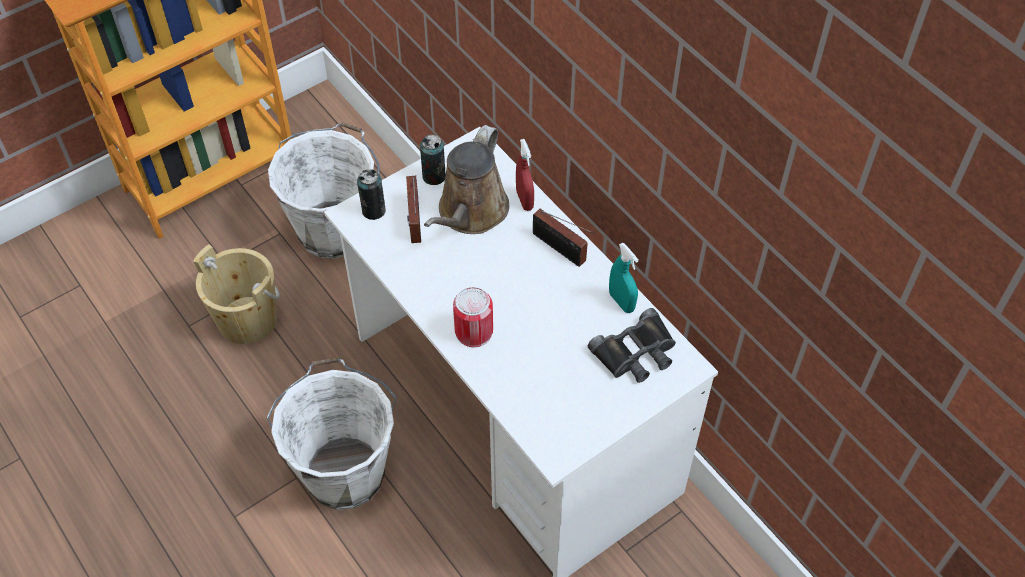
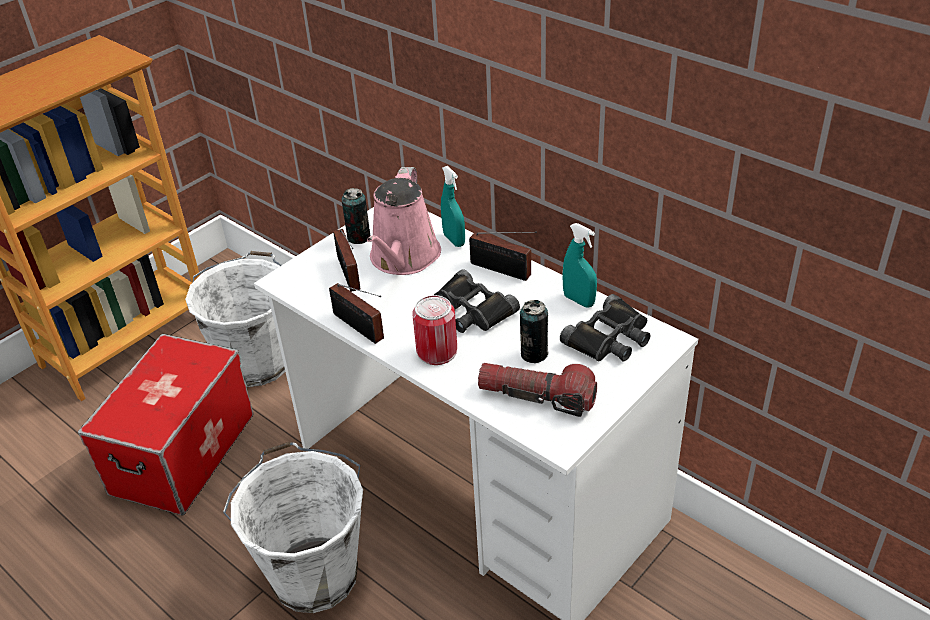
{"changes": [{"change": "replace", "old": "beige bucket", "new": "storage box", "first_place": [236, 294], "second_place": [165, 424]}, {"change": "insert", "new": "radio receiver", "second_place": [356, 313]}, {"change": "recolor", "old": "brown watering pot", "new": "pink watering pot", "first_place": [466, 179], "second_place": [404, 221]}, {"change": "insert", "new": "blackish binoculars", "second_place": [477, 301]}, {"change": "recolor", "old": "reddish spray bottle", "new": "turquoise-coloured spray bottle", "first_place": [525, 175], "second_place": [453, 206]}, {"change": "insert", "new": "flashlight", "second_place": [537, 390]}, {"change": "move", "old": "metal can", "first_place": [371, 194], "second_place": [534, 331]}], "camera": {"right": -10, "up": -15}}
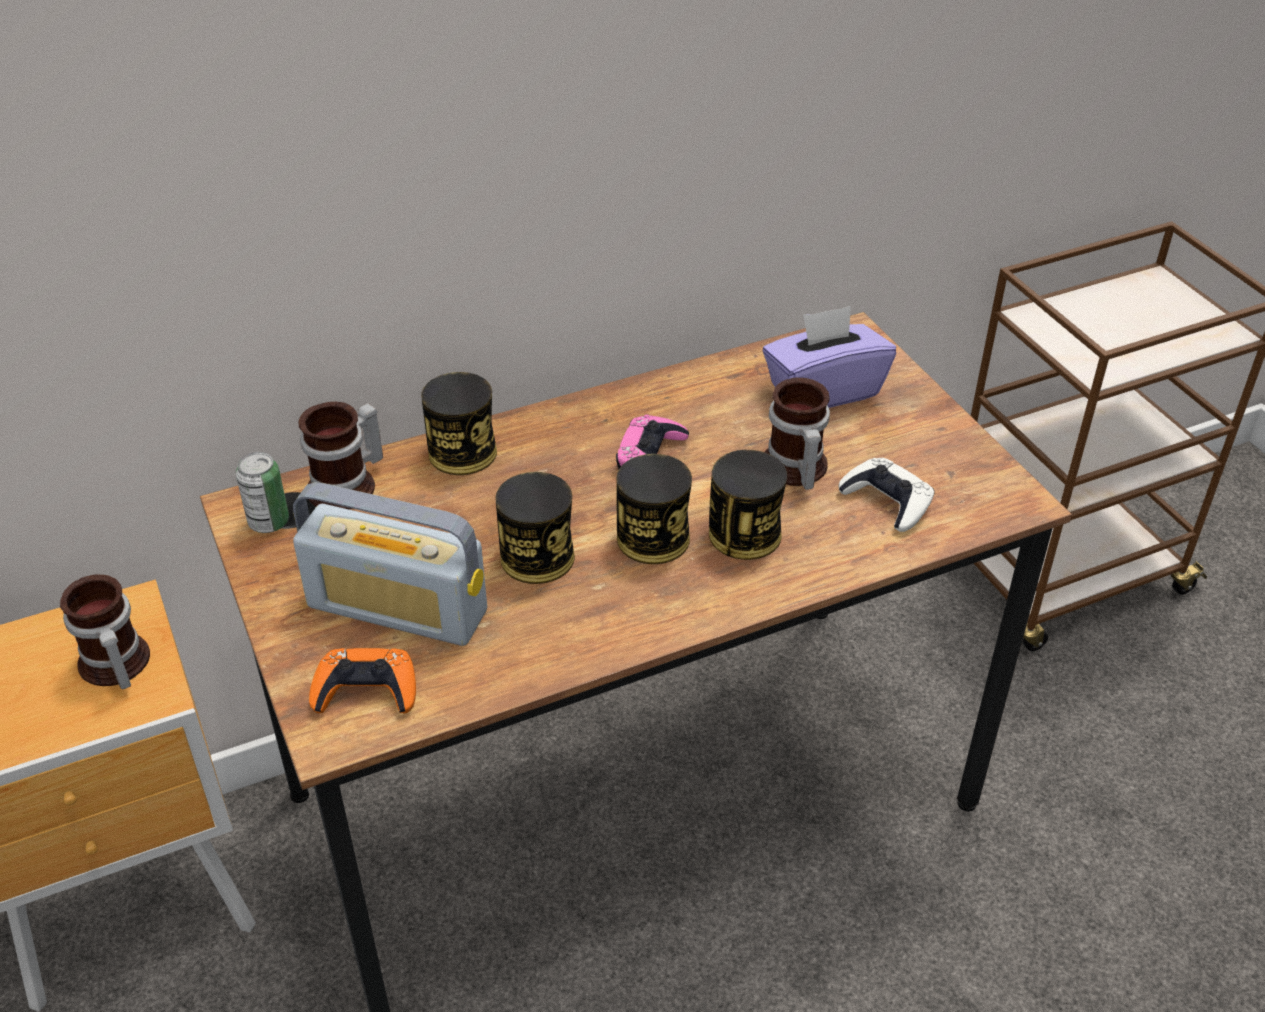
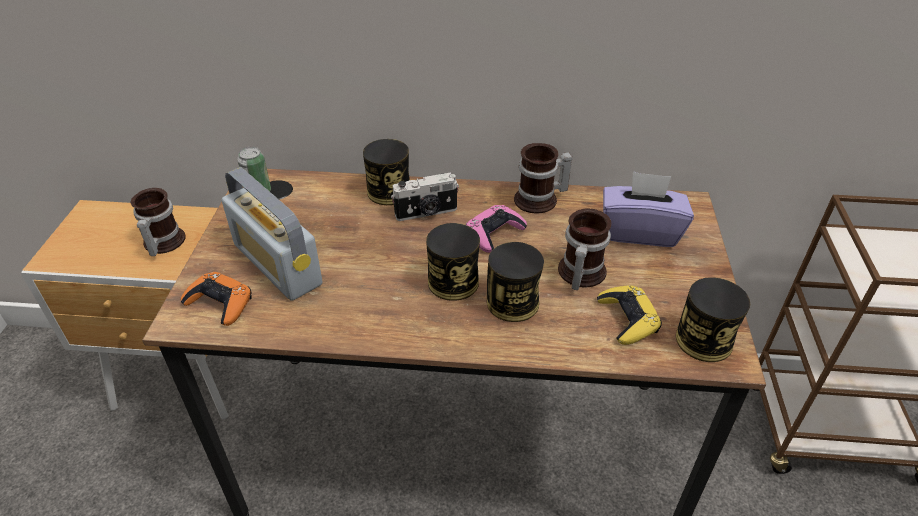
{"changes": [{"change": "insert", "new": "photo camera", "second_place": [425, 197]}, {"change": "move", "old": "coffee mug", "first_place": [341, 456], "second_place": [543, 178]}, {"change": "recolor", "old": "white joypad", "new": "yellow joypad", "first_place": [887, 495], "second_place": [629, 315]}, {"change": "move", "old": "metal can", "first_place": [535, 528], "second_place": [713, 319]}], "camera": {"right": 30, "up": 0}}
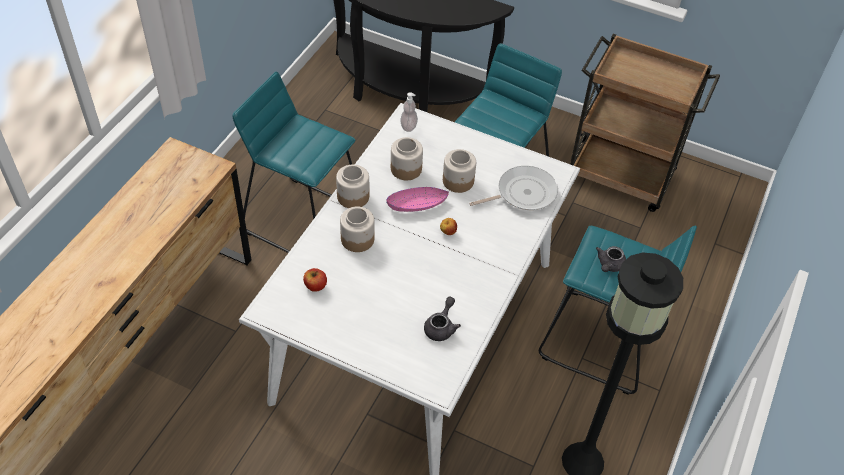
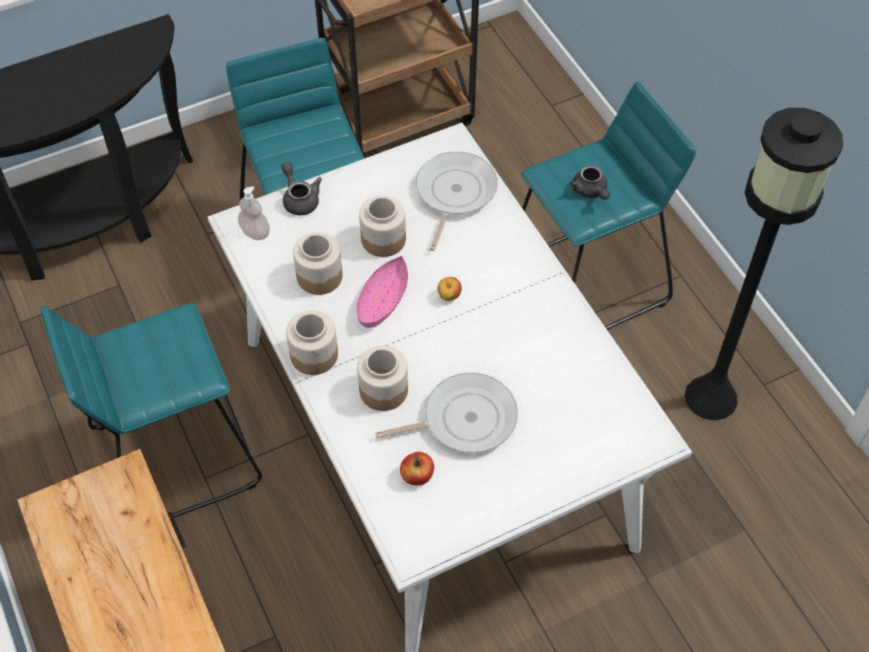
{"changes": [{"change": "move", "old": "greyish pot for tea", "first_place": [442, 318], "second_place": [301, 188]}, {"change": "insert", "new": "skillet", "second_place": [446, 413]}], "camera": {"right": -50, "up": 5}}
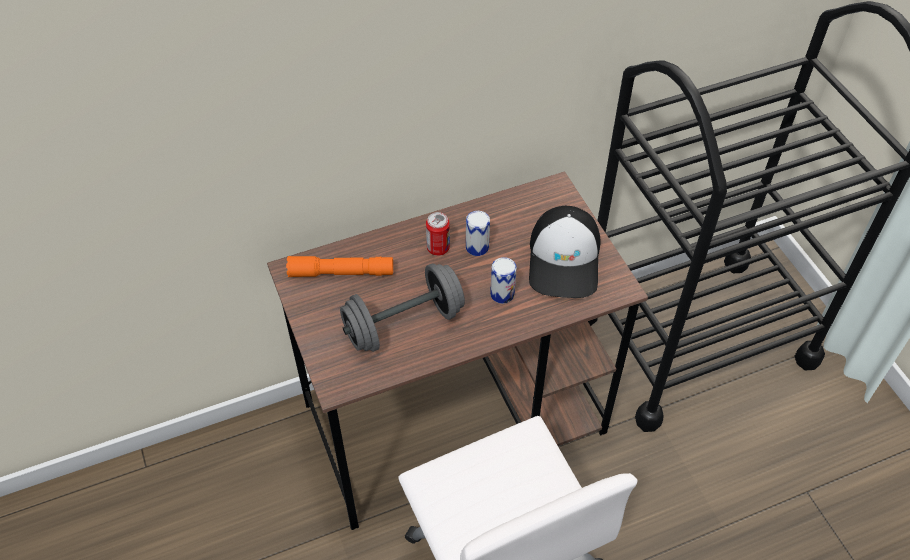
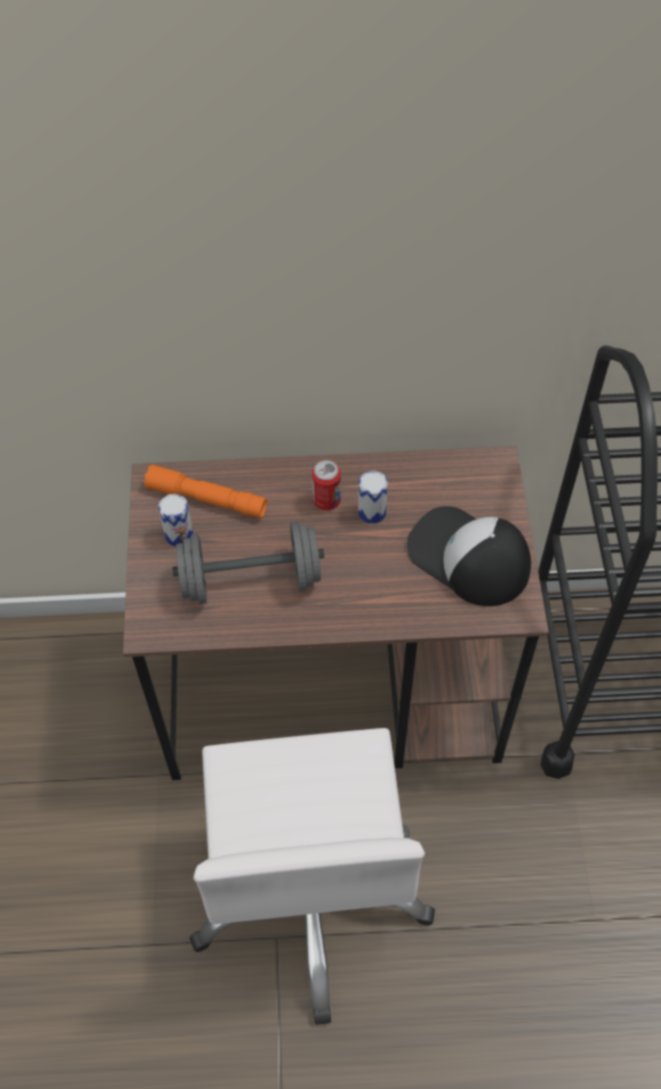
{"changes": [{"change": "move", "old": "metal can", "first_place": [503, 280], "second_place": [175, 520]}, {"change": "rotate", "old": "peaked cap", "first_place": [565, 252], "second_place": [469, 556], "degrees": 105}], "camera": {"right": 20, "up": 5}}
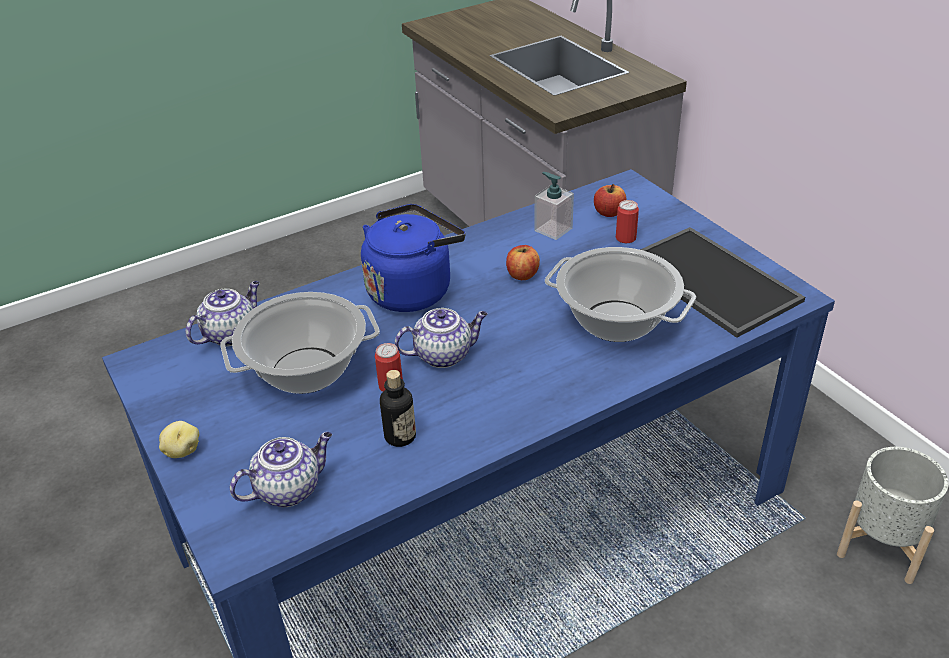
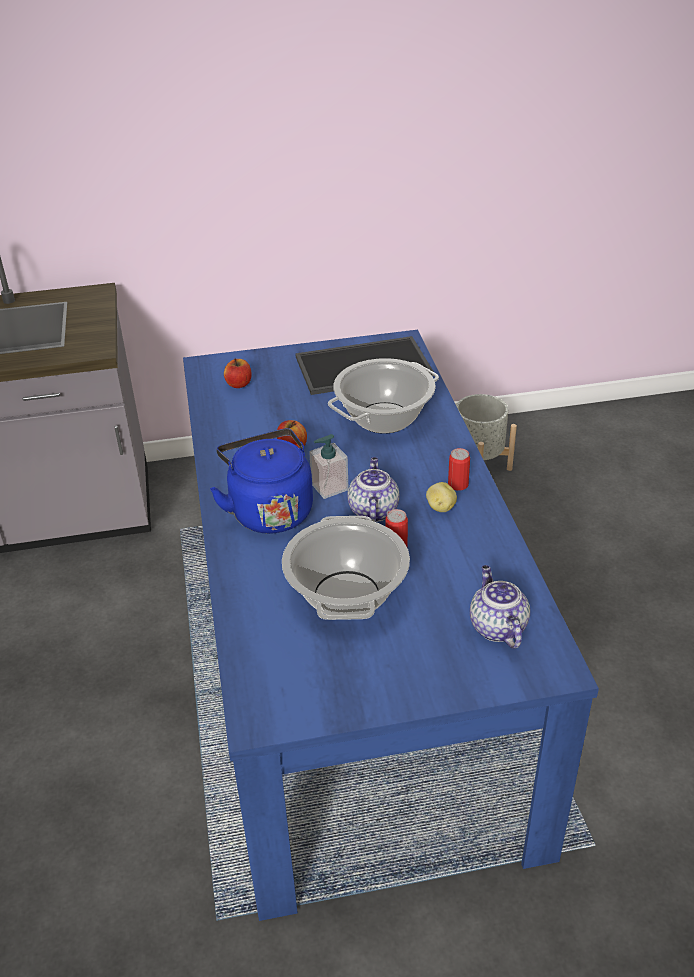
{"changes": [{"change": "move", "old": "soap bottle", "first_place": [554, 206], "second_place": [329, 466]}, {"change": "move", "old": "spud", "first_place": [179, 439], "second_place": [441, 497]}, {"change": "move", "old": "metal can", "first_place": [627, 221], "second_place": [459, 469]}, {"change": "delete", "old": "pot for tea", "first_place": [223, 314]}, {"change": "delete", "old": "beverage bottle", "first_place": [398, 408]}], "camera": {"right": -70, "up": 0}}
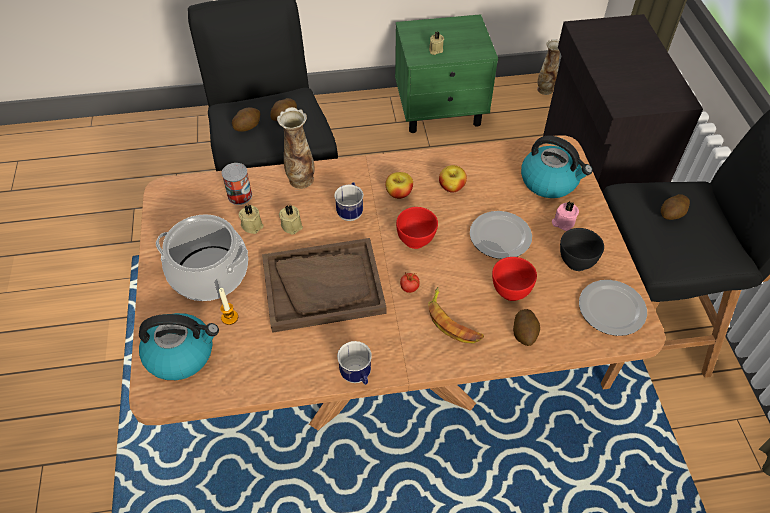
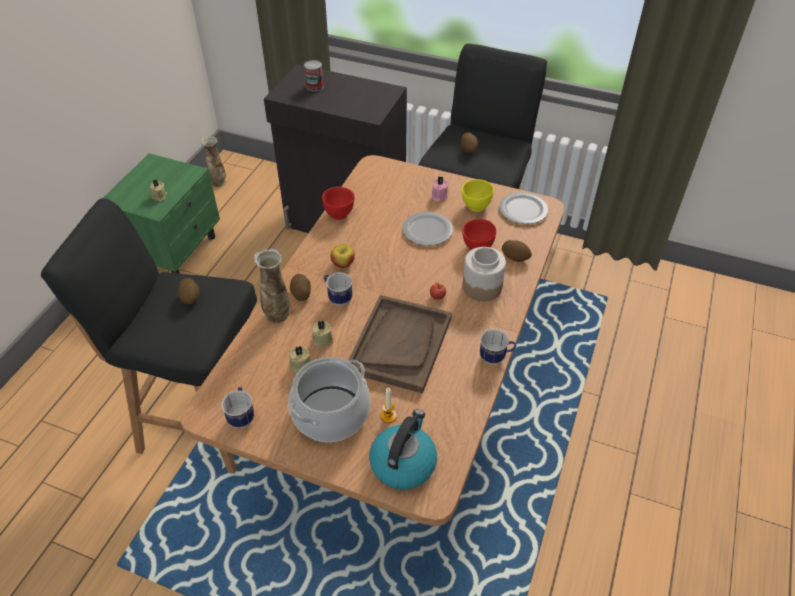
{"changes": [{"change": "insert", "new": "coffee mug", "second_place": [237, 407]}, {"change": "move", "old": "spud", "first_place": [246, 119], "second_place": [300, 287]}, {"change": "move", "old": "metal can", "first_place": [237, 184], "second_place": [314, 75]}, {"change": "move", "old": "reddish deep dish", "first_place": [417, 228], "second_place": [338, 203]}, {"change": "recolor", "old": "blackish deep dish", "new": "yellow deep dish", "first_place": [582, 249], "second_place": [477, 195]}, {"change": "replace", "old": "banana", "new": "jar", "first_place": [456, 315], "second_place": [484, 274]}, {"change": "delete", "old": "apple", "first_place": [453, 179]}, {"change": "delete", "old": "tea kettle", "first_place": [557, 167]}], "camera": {"right": -60, "up": -5}}
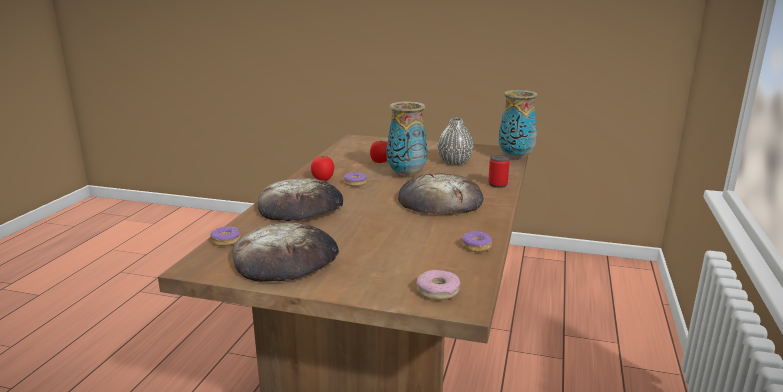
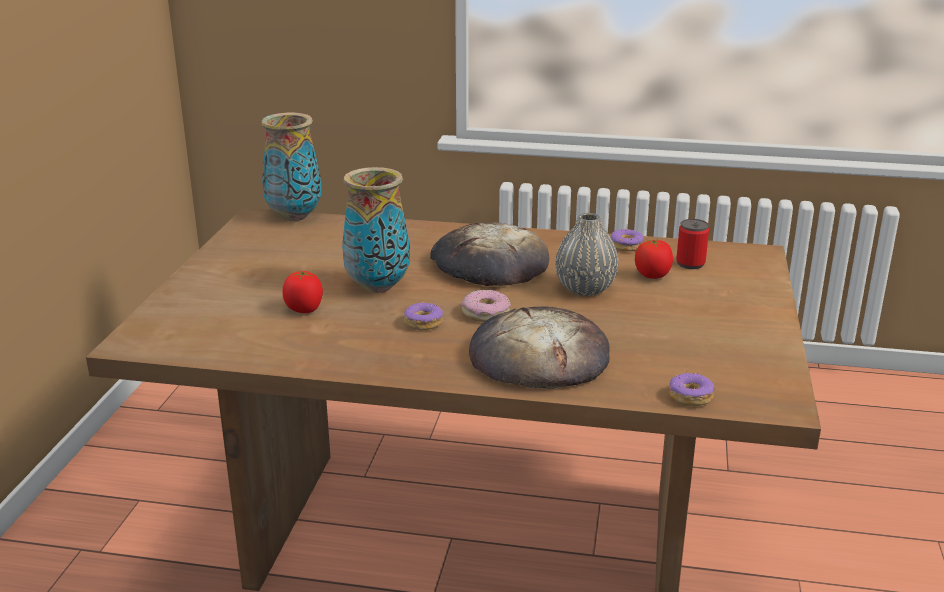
{"changes": [{"change": "move", "old": "doughnut", "first_place": [438, 285], "second_place": [486, 306]}, {"change": "move", "old": "greyish flower vase", "first_place": [455, 141], "second_place": [587, 254]}, {"change": "move", "old": "whole tomato", "first_place": [322, 168], "second_place": [654, 259]}, {"change": "move", "old": "metal can", "first_place": [498, 171], "second_place": [692, 244]}, {"change": "delete", "old": "baked bread", "first_place": [285, 252]}], "camera": {"right": -95, "up": 5}}
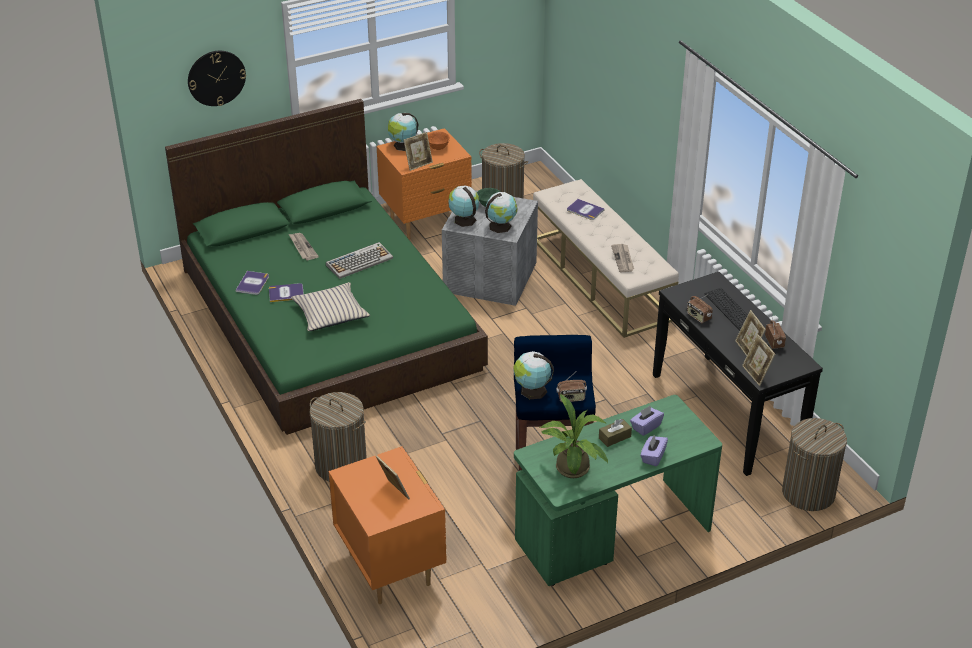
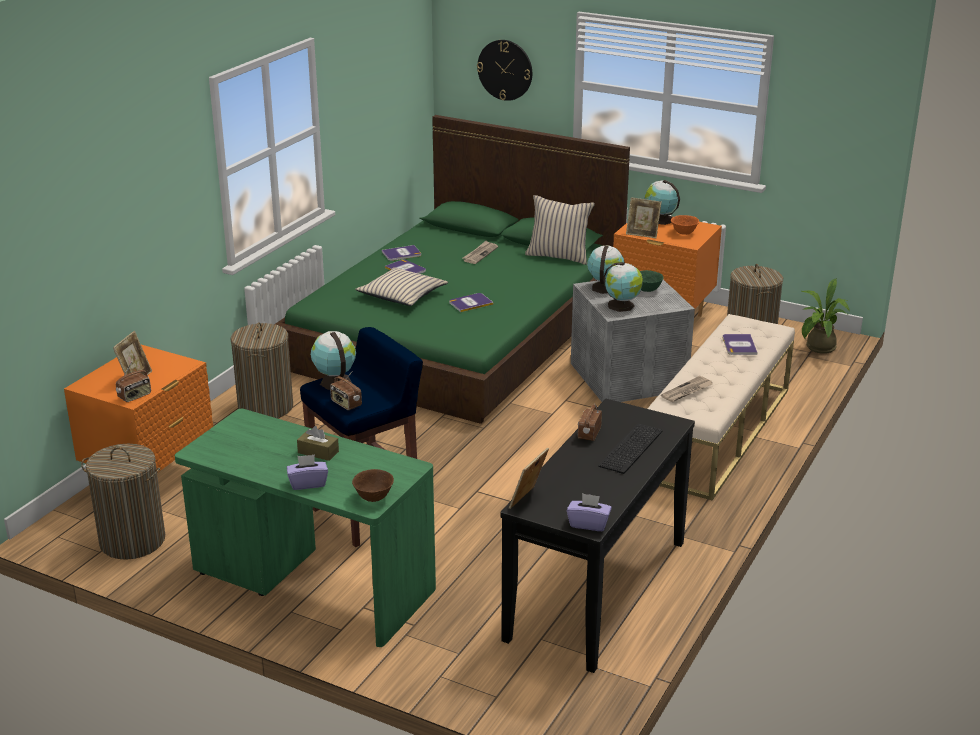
{"changes": [{"change": "move", "old": "hamper", "first_place": [814, 464], "second_place": [123, 501]}, {"change": "move", "old": "radio receiver", "first_place": [775, 333], "second_place": [133, 381]}, {"change": "insert", "new": "brown deep dish", "second_place": [373, 485]}, {"change": "insert", "new": "bound book", "second_place": [471, 302]}, {"change": "insert", "new": "beige throw pillow", "second_place": [560, 230]}, {"change": "move", "old": "purple-coloured tissue holder", "first_place": [647, 421], "second_place": [589, 512]}, {"change": "move", "old": "plant in a pot", "first_place": [574, 436], "second_place": [825, 316]}, {"change": "delete", "old": "PC keyboard", "first_place": [359, 260]}, {"change": "delete", "old": "photo frame", "first_place": [750, 333]}], "camera": {"right": 55, "up": -10}}
